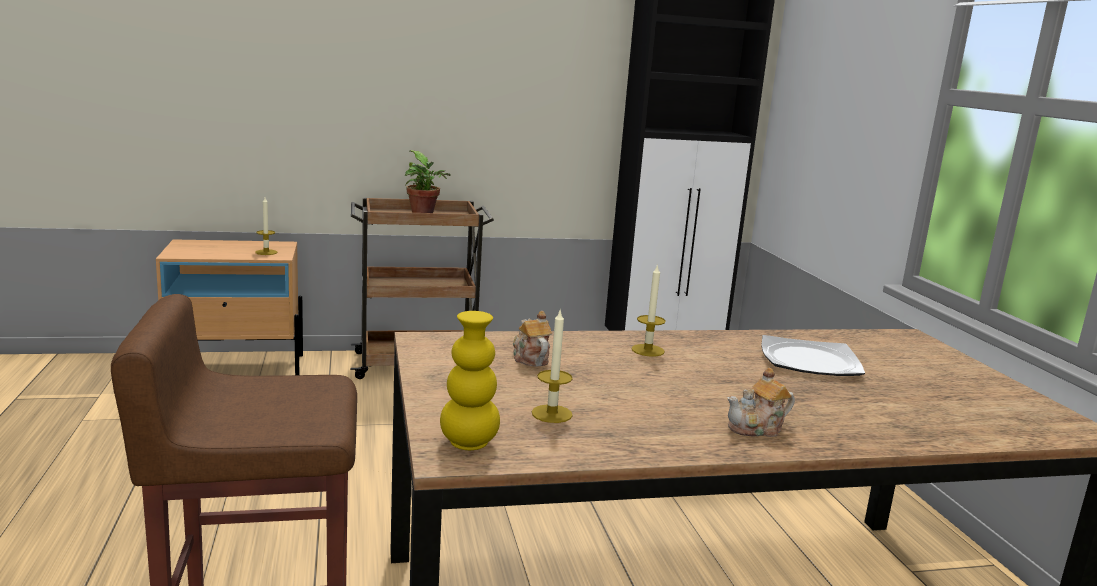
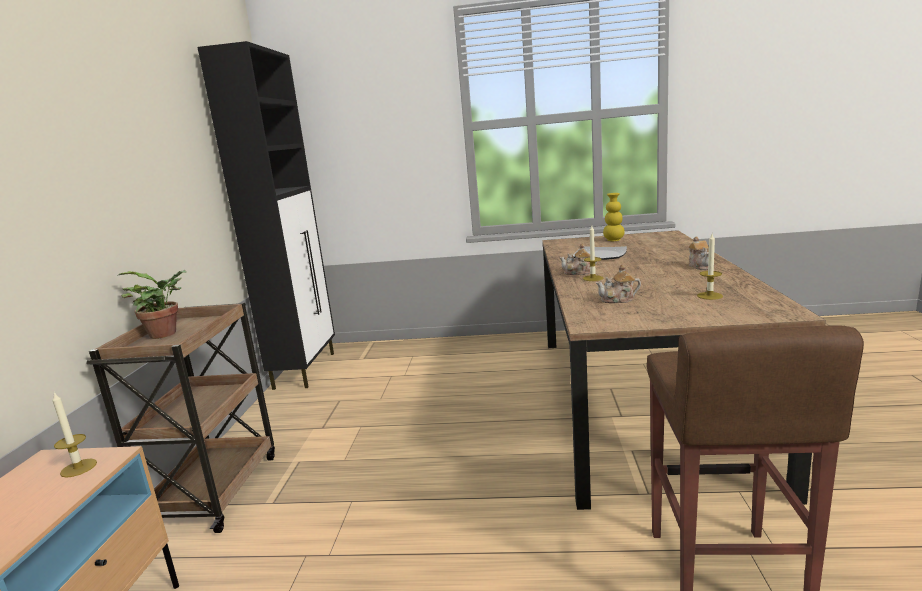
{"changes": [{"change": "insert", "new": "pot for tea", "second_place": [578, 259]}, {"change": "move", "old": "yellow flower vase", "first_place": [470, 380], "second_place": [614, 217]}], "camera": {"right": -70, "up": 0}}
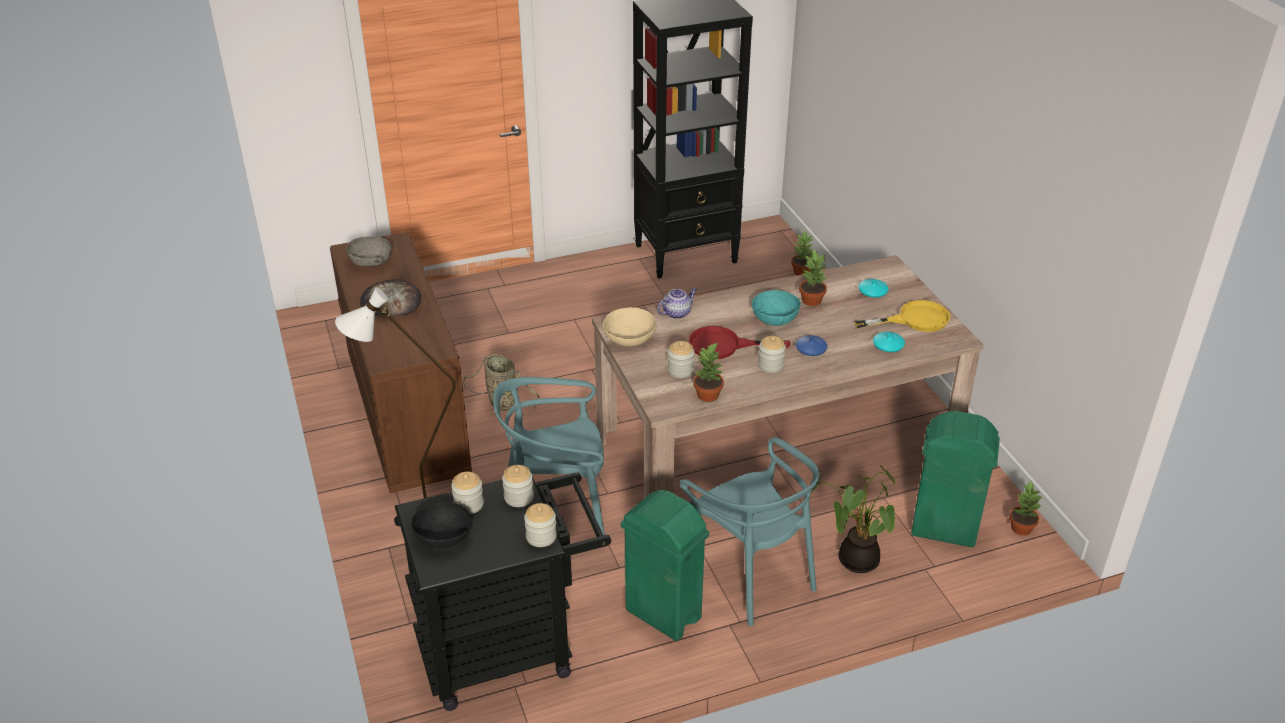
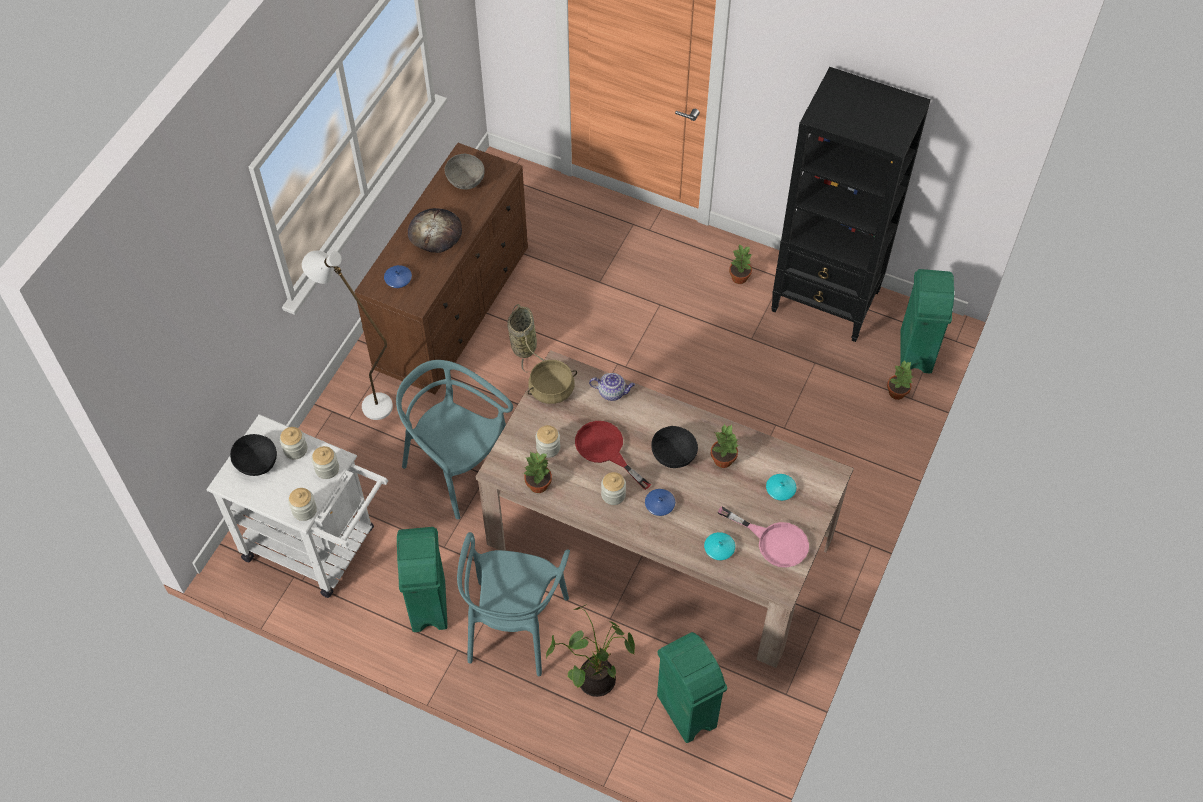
{"changes": [{"change": "recolor", "old": "blackish wheeled cart", "new": "white wheeled cart", "first_place": [502, 591], "second_place": [297, 506]}, {"change": "insert", "new": "bluish flower vase", "second_place": [398, 276]}, {"change": "replace", "old": "beige deep dish", "new": "beige stockpot", "first_place": [630, 327], "second_place": [552, 382]}, {"change": "recolor", "old": "turquoise-coloured deep dish", "new": "blackish deep dish", "first_place": [776, 308], "second_place": [674, 447]}, {"change": "recolor", "old": "yellow skillet", "new": "pink skillet", "first_place": [902, 316], "second_place": [763, 537]}, {"change": "move", "old": "plant in a pot", "first_place": [1026, 509], "second_place": [741, 264]}, {"change": "insert", "new": "green-coloured rubbish bin", "second_place": [927, 321]}], "camera": {"right": 45, "up": 20}}
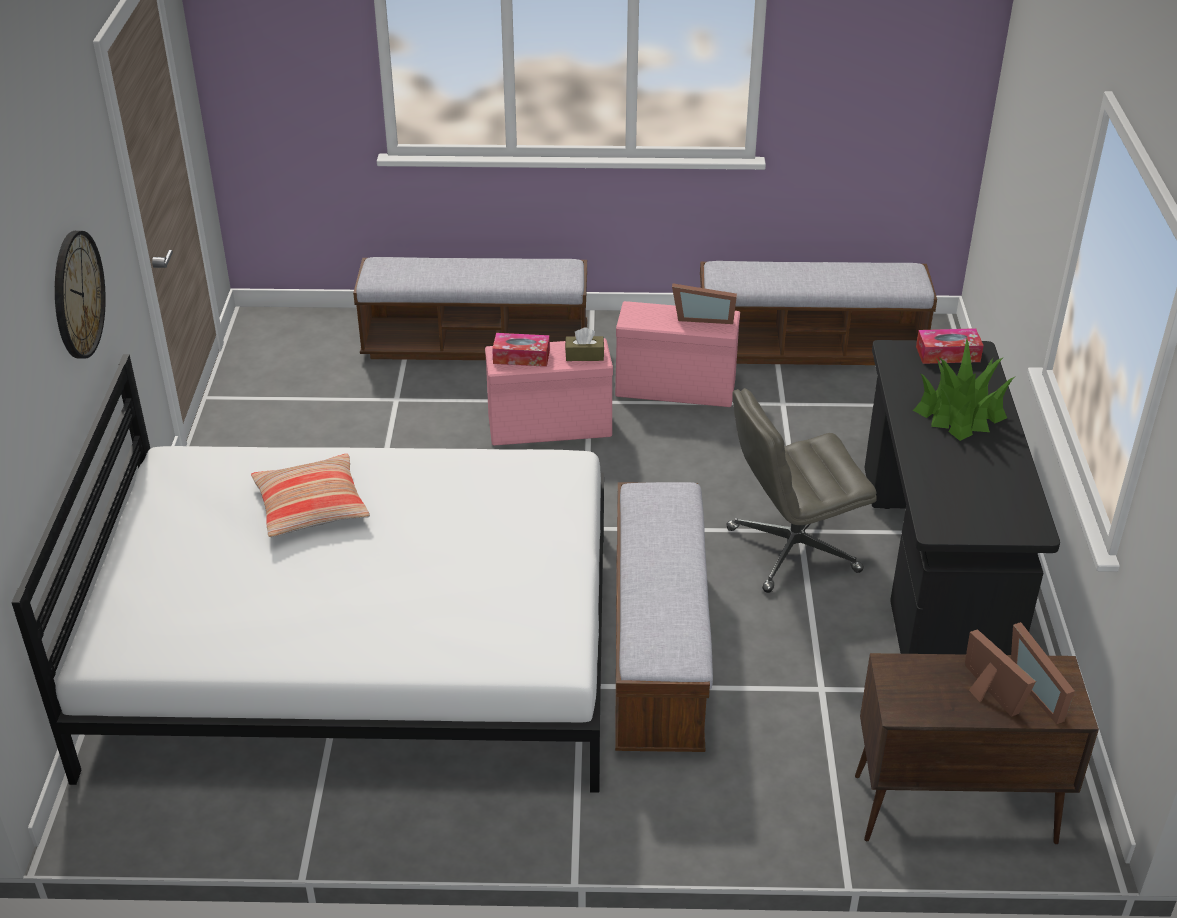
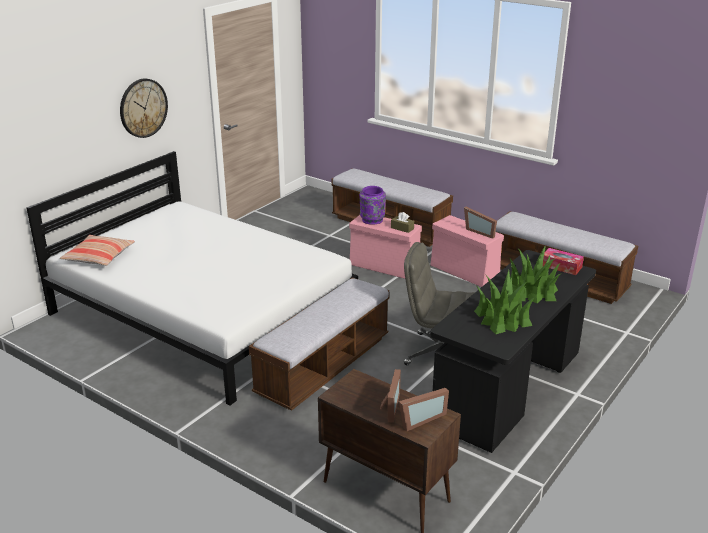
{"changes": [{"change": "move", "old": "throw pillow", "first_place": [310, 495], "second_place": [97, 250]}, {"change": "replace", "old": "tissue holder", "new": "purple-coloured flower vase", "first_place": [521, 350], "second_place": [372, 205]}, {"change": "rotate", "old": "photo frame", "first_place": [1043, 673], "second_place": [424, 409], "degrees": -135}, {"change": "insert", "new": "plant in a pot", "second_place": [504, 302]}], "camera": {"right": 35, "up": -10}}
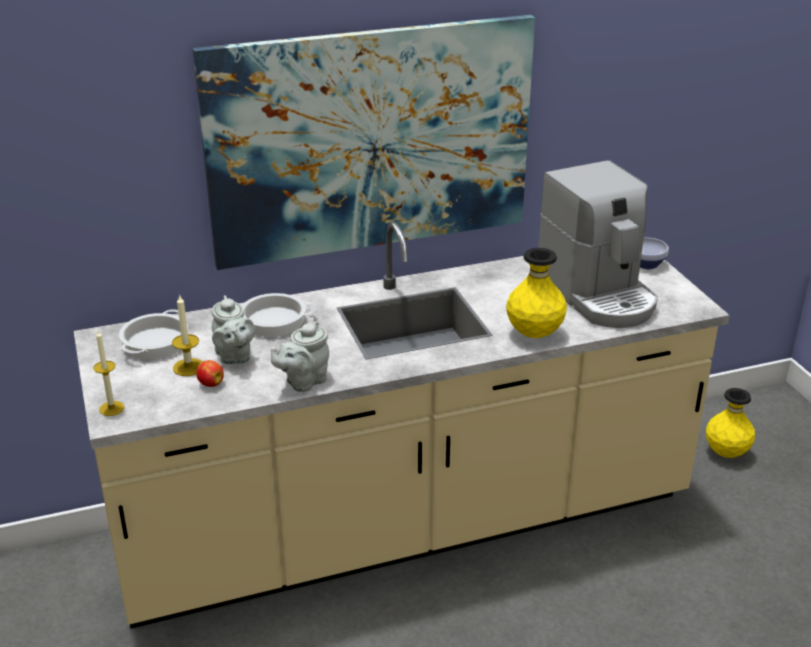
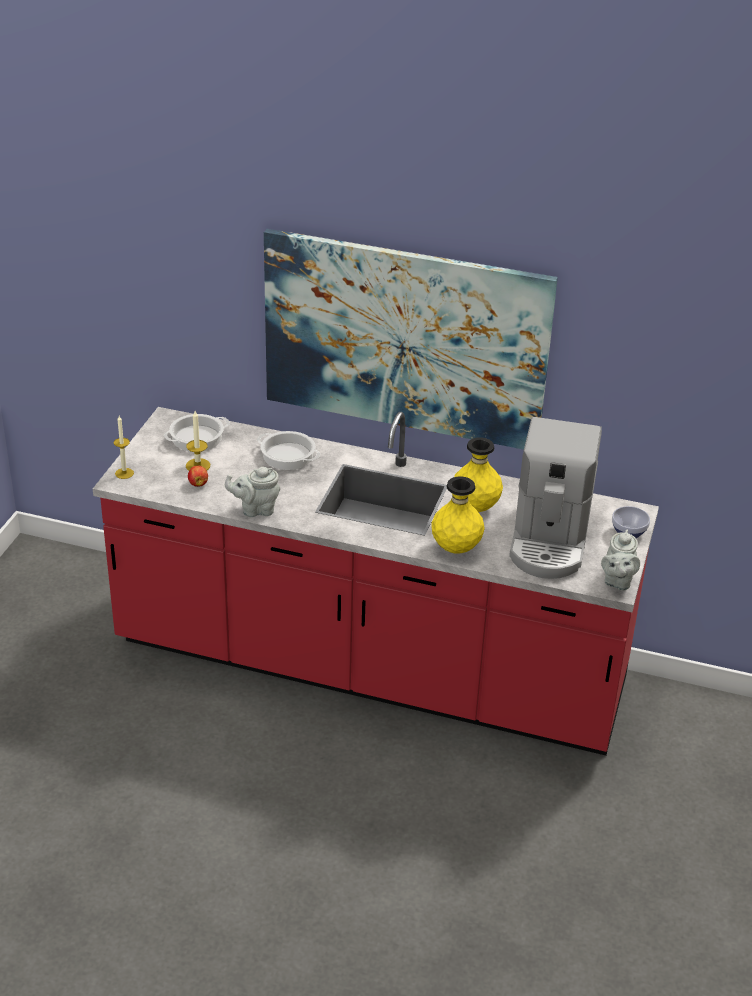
{"changes": [{"change": "recolor", "old": "beige kitchen counter", "new": "reddish kitchen counter", "first_place": [402, 425], "second_place": [376, 581]}, {"change": "move", "old": "yellow flower vase", "first_place": [730, 423], "second_place": [478, 474]}, {"change": "move", "old": "greyish pot for tea", "first_place": [233, 329], "second_place": [620, 560]}], "camera": {"right": 35, "up": 5}}
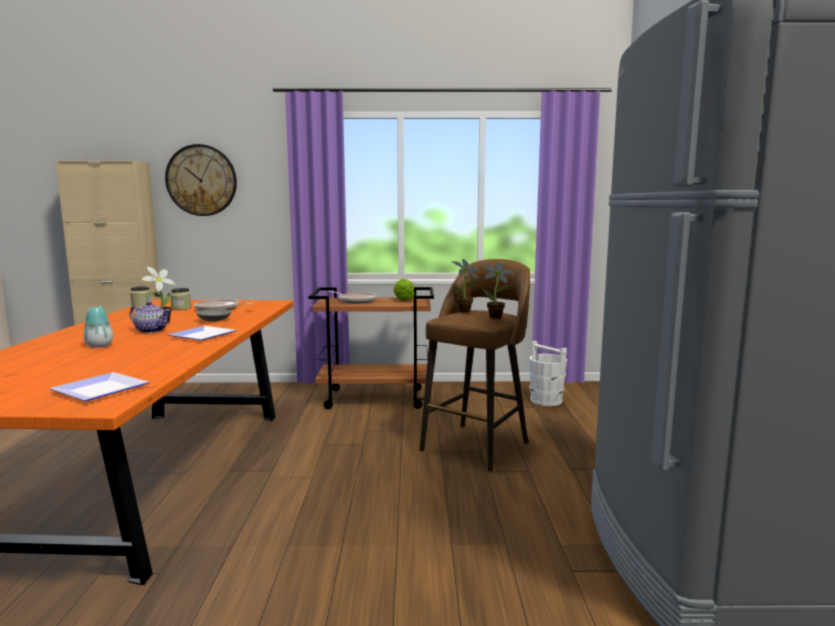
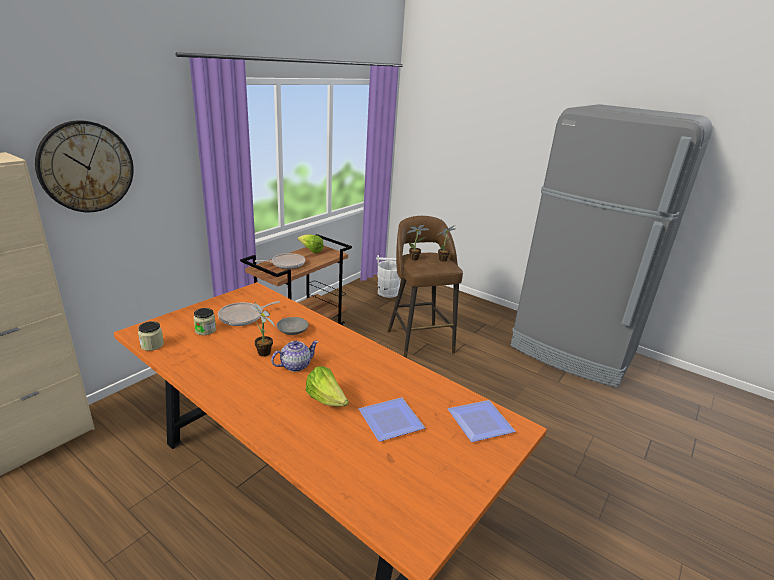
{"changes": [{"change": "replace", "old": "flower vase", "new": "lettuce", "first_place": [98, 327], "second_place": [327, 386]}, {"change": "move", "old": "flat dish", "first_place": [202, 333], "second_place": [392, 419]}], "camera": {"right": -55, "up": 15}}
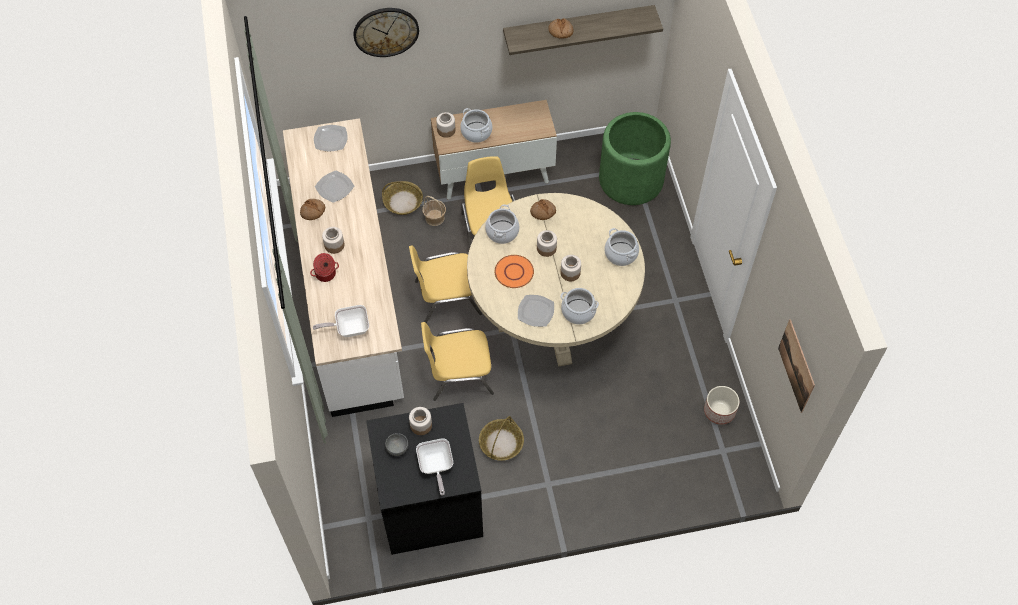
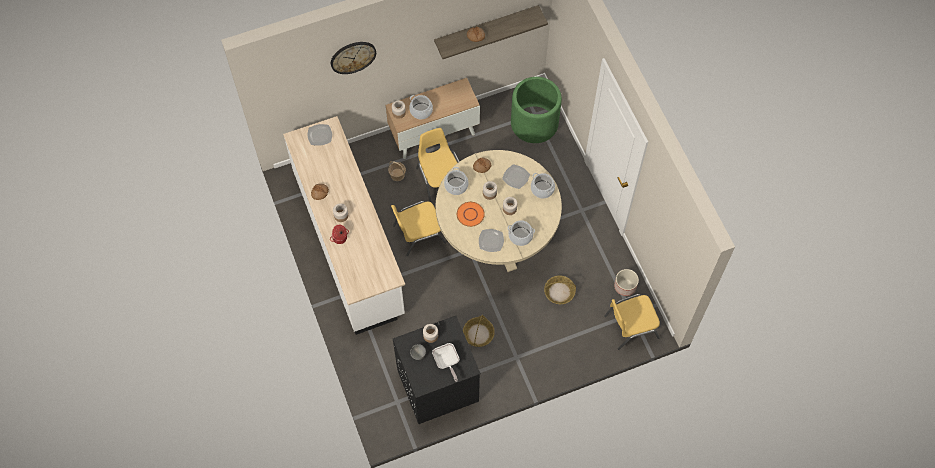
{"changes": [{"change": "move", "old": "flat dish", "first_place": [334, 186], "second_place": [516, 176]}, {"change": "move", "old": "basket", "first_place": [402, 198], "second_place": [560, 289]}, {"change": "move", "old": "yellow upright chair", "first_place": [457, 361], "second_place": [632, 322]}, {"change": "delete", "old": "skillet", "first_place": [341, 321]}, {"change": "delete", "old": "picture", "first_place": [796, 366]}], "camera": {"right": -10, "up": 5}}
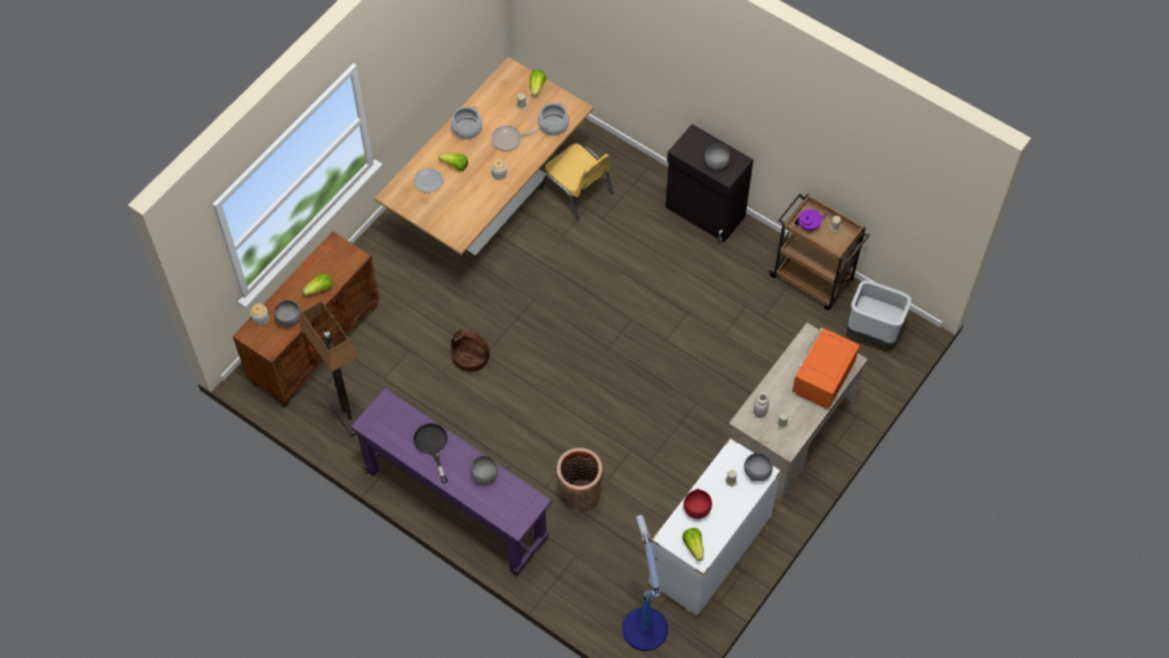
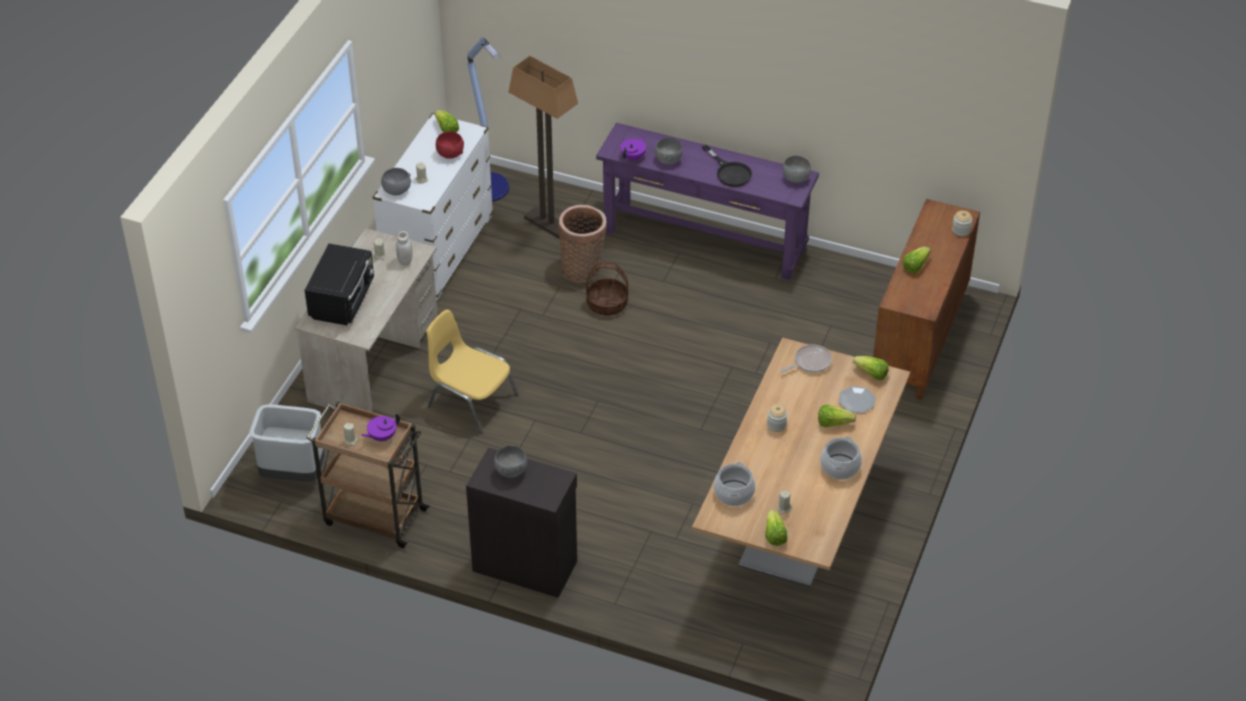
{"changes": [{"change": "recolor", "old": "orange microwave oven", "new": "blackish microwave oven", "first_place": [826, 368], "second_place": [339, 284]}, {"change": "move", "old": "yellow upright chair", "first_place": [577, 182], "second_place": [472, 372]}, {"change": "move", "old": "standing lamp", "first_place": [329, 369], "second_place": [543, 147]}, {"change": "move", "old": "basket", "first_place": [470, 350], "second_place": [607, 289]}, {"change": "insert", "new": "purple-coloured pot for tea", "second_place": [633, 148]}, {"change": "move", "old": "skillet", "first_place": [514, 138], "second_place": [806, 359]}, {"change": "move", "old": "greyish deep dish", "first_place": [287, 313], "second_place": [797, 169]}, {"change": "insert", "new": "lettuce", "second_place": [871, 368]}], "camera": {"right": 165, "up": -15}}
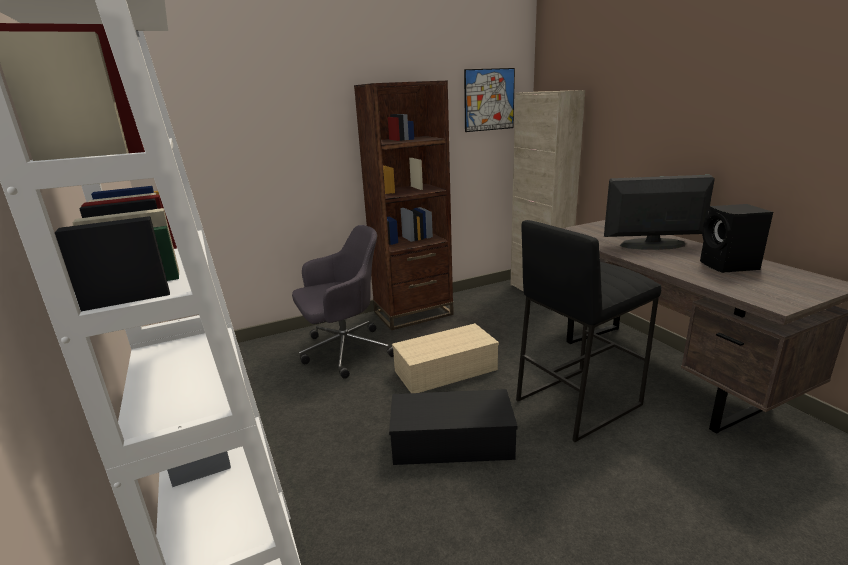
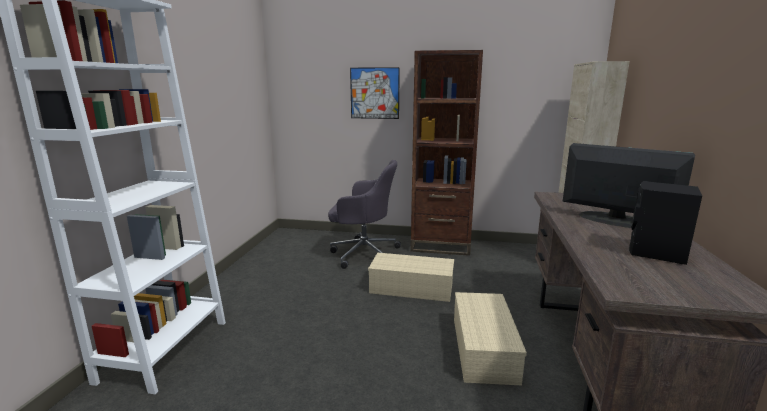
{"changes": [{"change": "move", "old": "picture", "first_place": [489, 100], "second_place": [375, 93]}, {"change": "replace", "old": "blackish stool", "new": "beige storage box", "first_place": [588, 331], "second_place": [490, 339]}, {"change": "delete", "old": "blackish storage box", "first_place": [453, 427]}], "camera": {"right": 35, "up": -5}}
